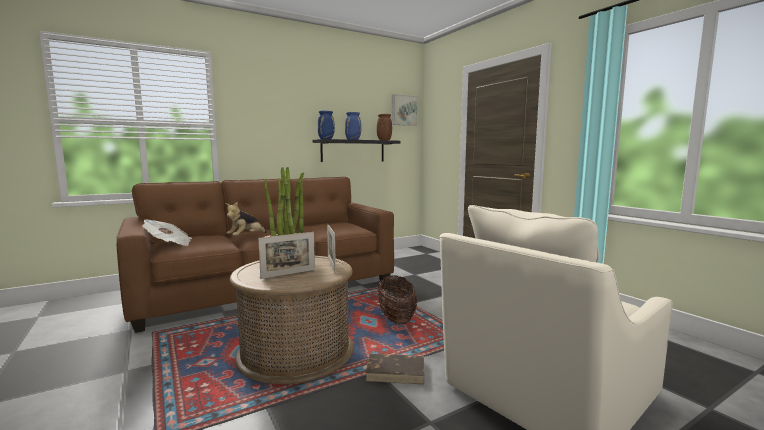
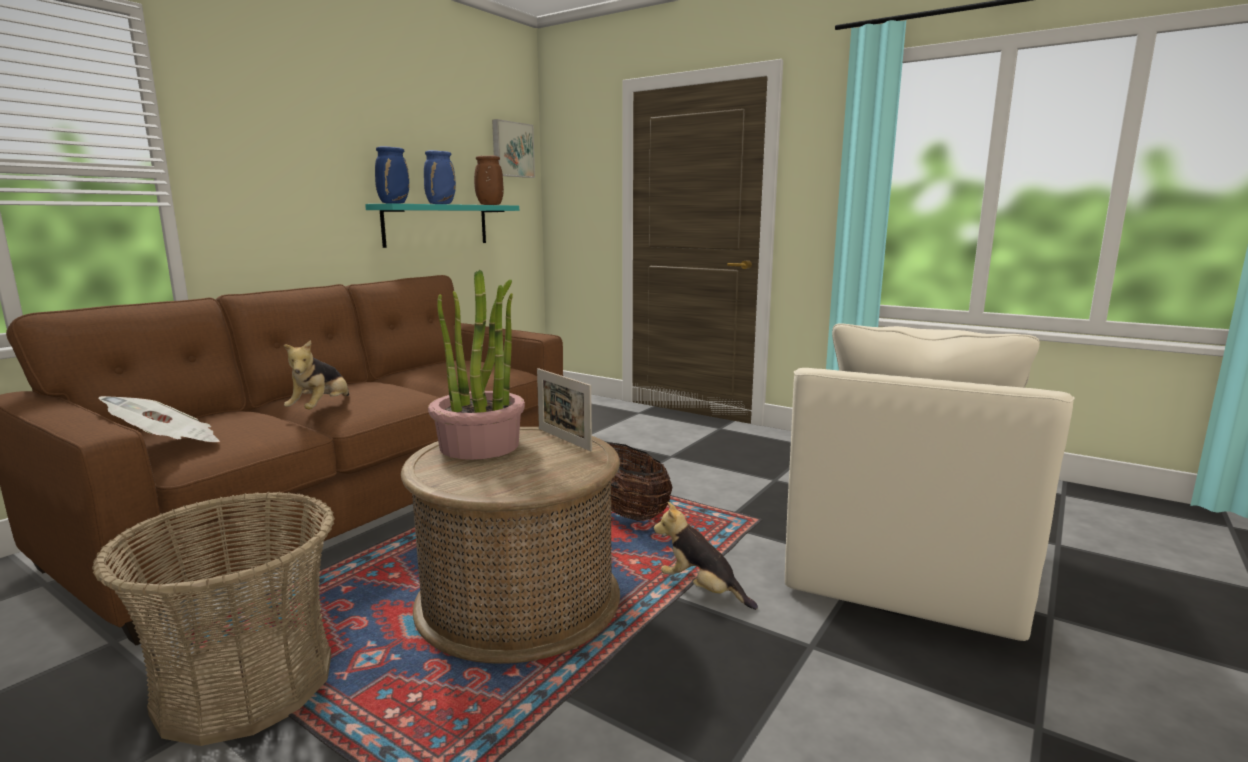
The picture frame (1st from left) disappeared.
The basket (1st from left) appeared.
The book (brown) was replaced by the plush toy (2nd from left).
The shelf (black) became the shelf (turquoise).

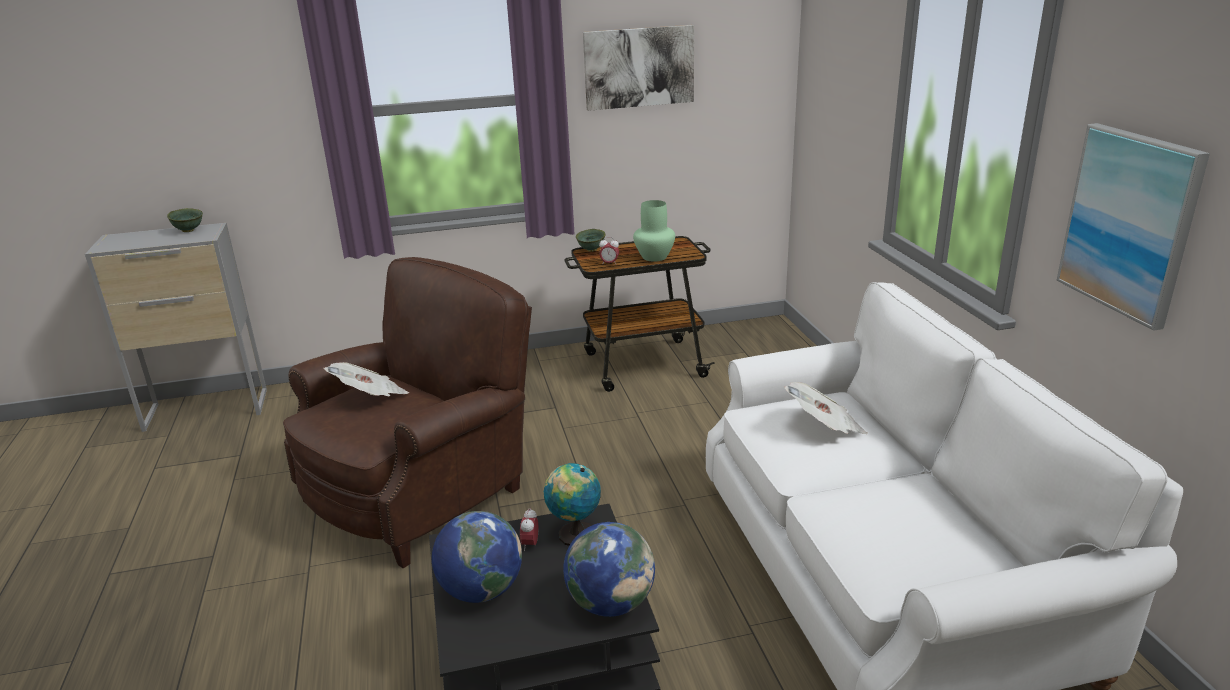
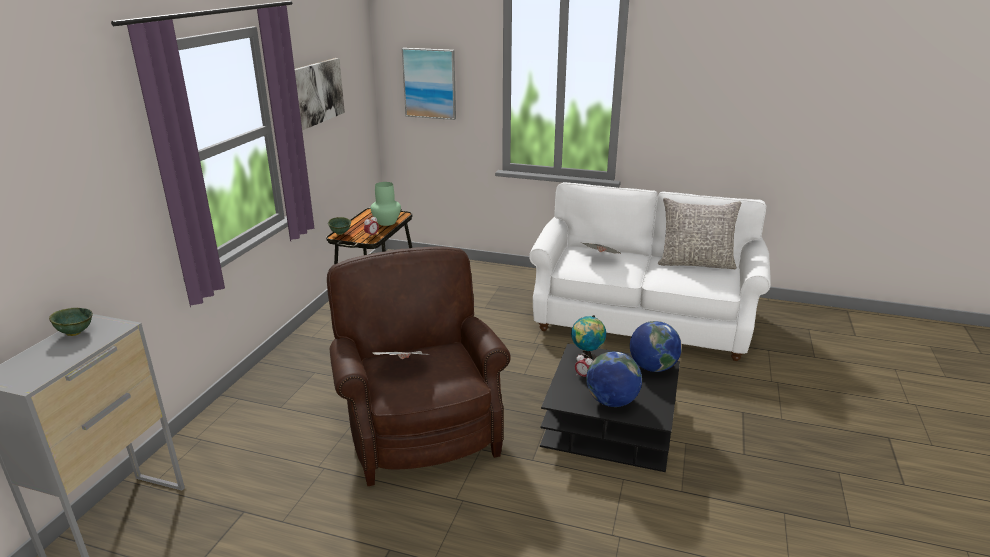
The pillow (grey) appeared.
The picture (2nd from left) moved.

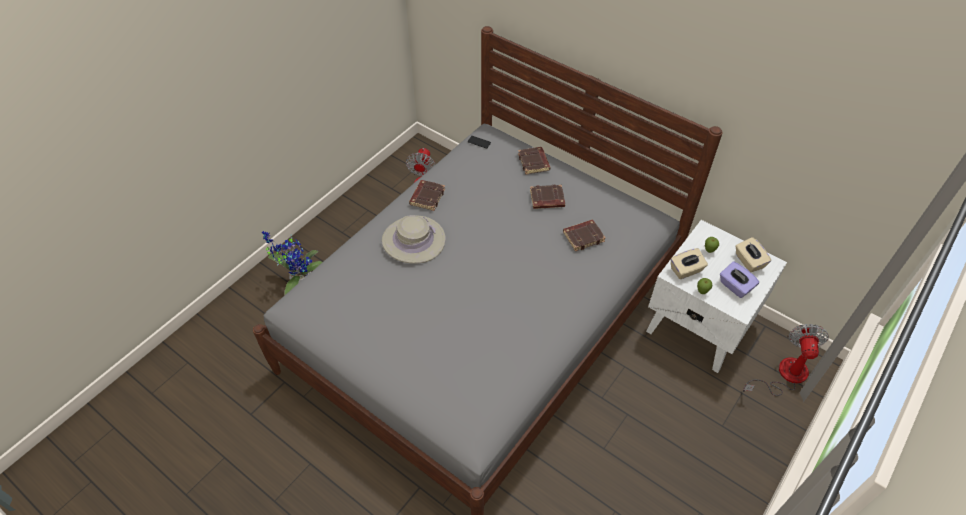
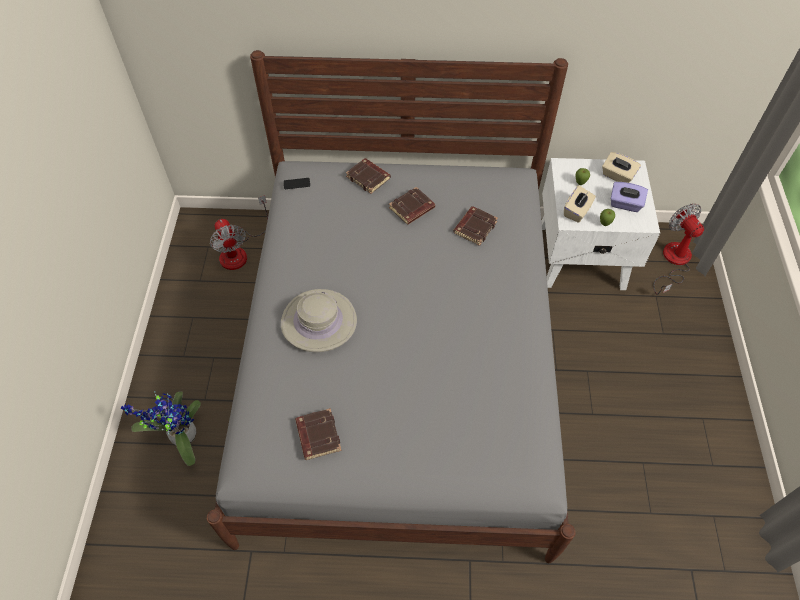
The book (brown) (1st from left) moved.

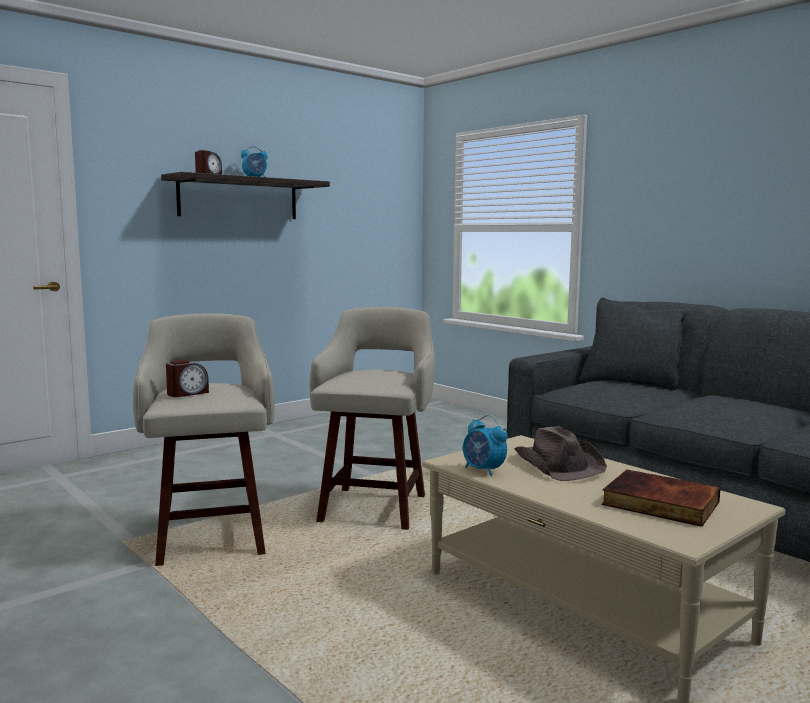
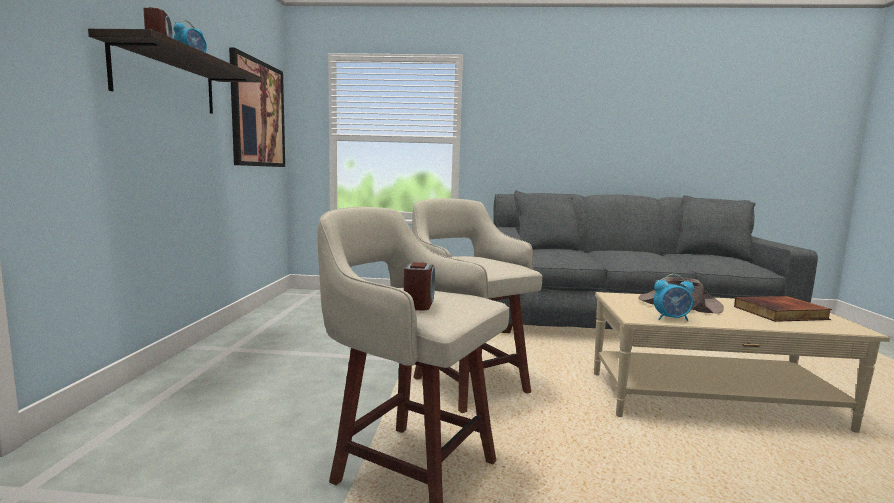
The picture appeared.

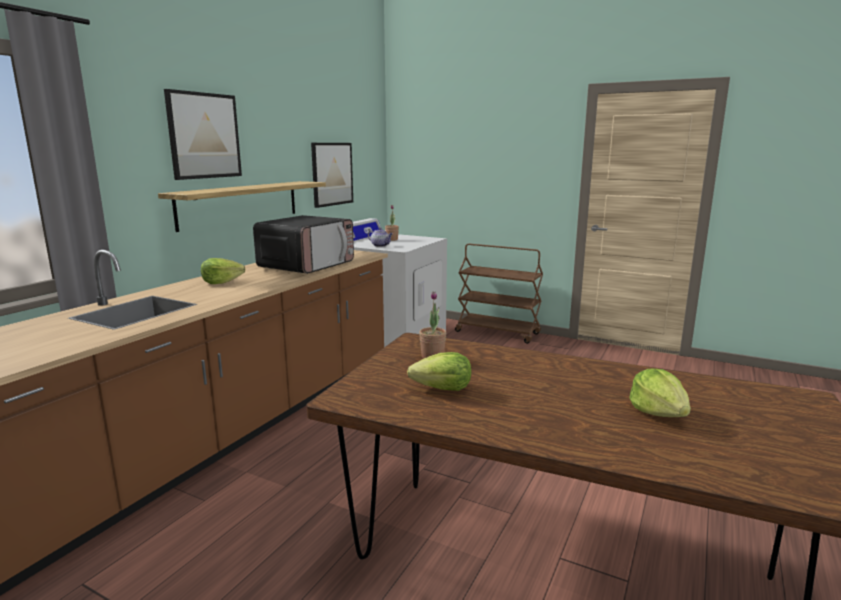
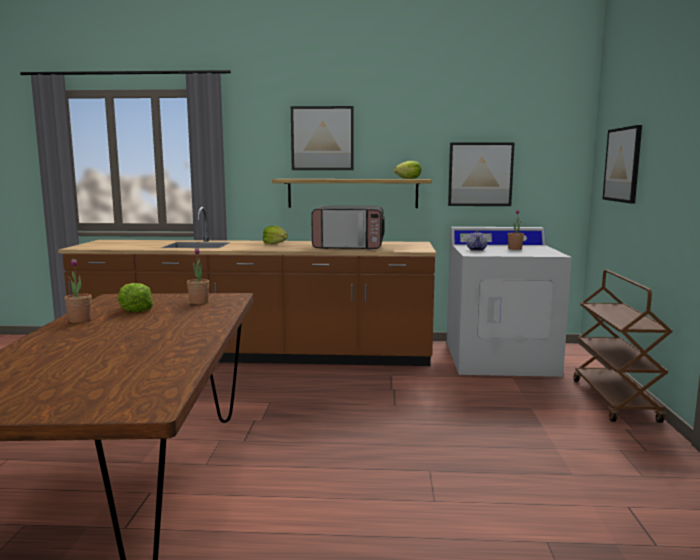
The potted plant (1st from left) appeared.
The picture (3rd from left) appeared.
The lettuce (3rd from left) moved.

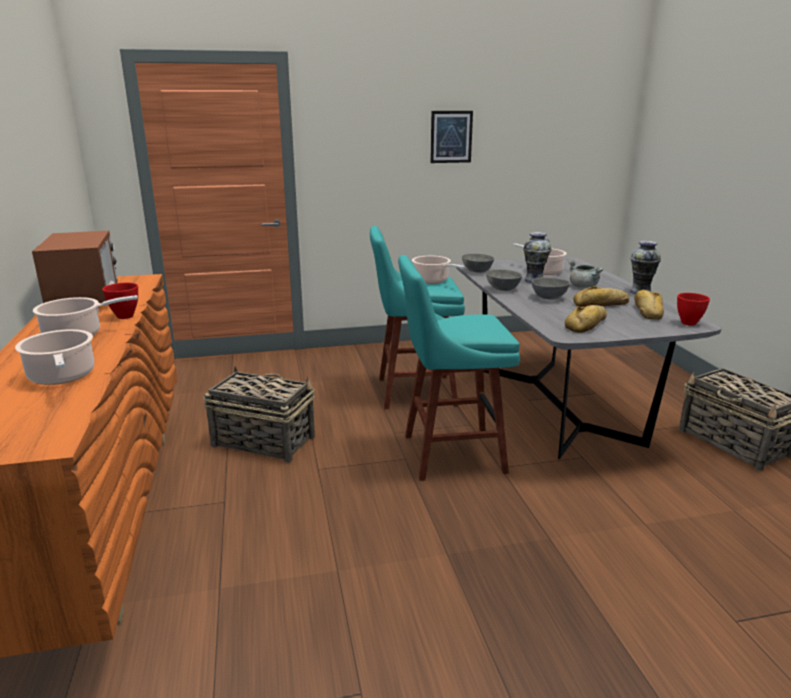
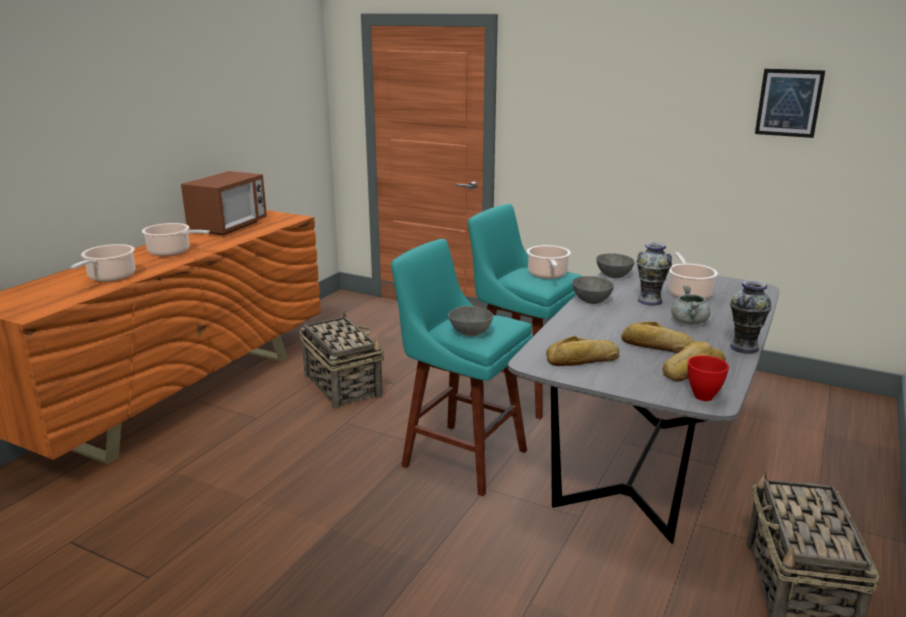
The bowl (red) (1st from left) disappeared.
The picture moved.
The bowl (grey) (3rd from left in the first image) moved.

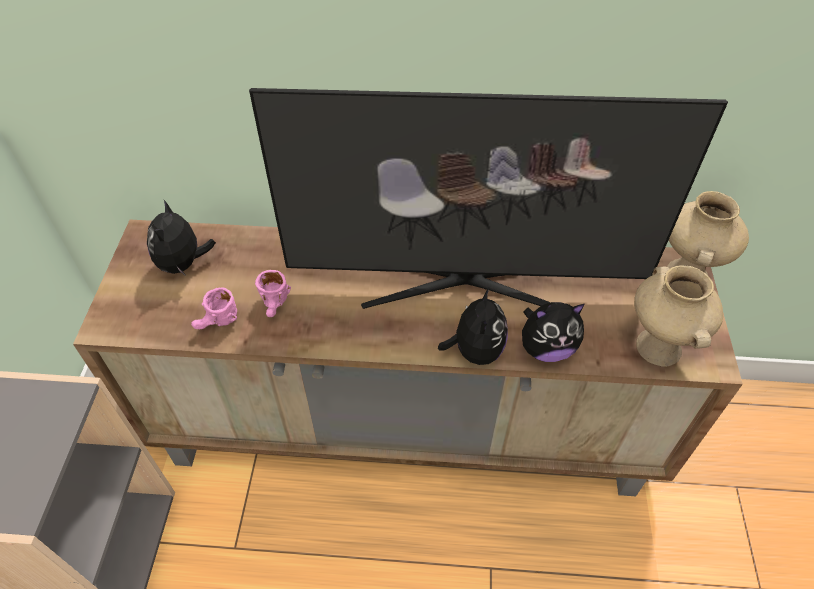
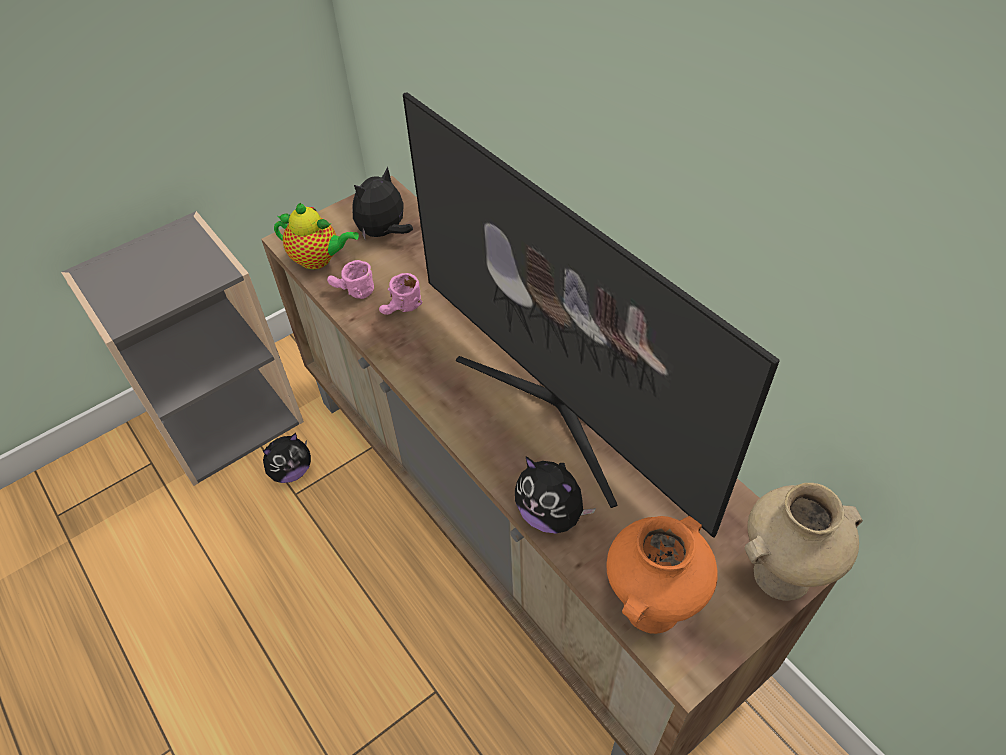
The teapot appeared.
The plush toy (2nd from left in the first image) moved.
The vase (beige) (1st from left) became the vase (orange).

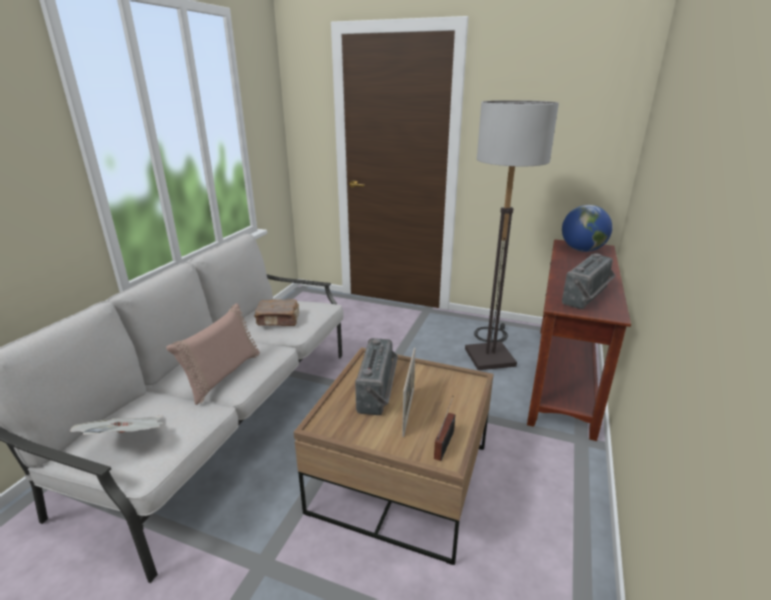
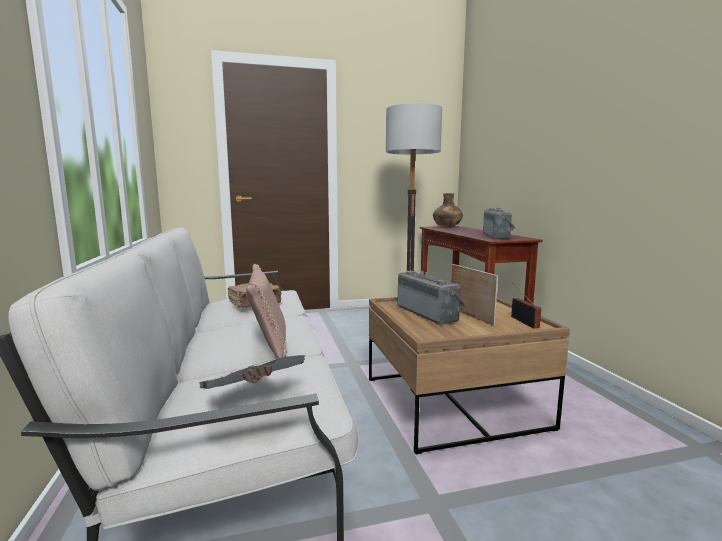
The globe was replaced by the vase (brown).

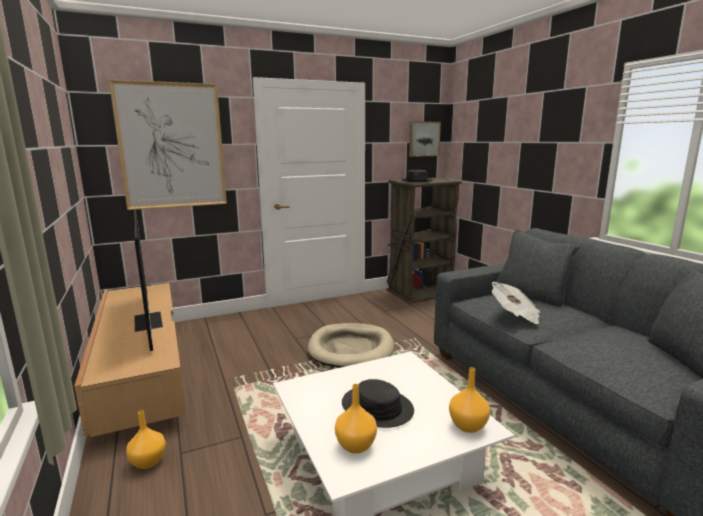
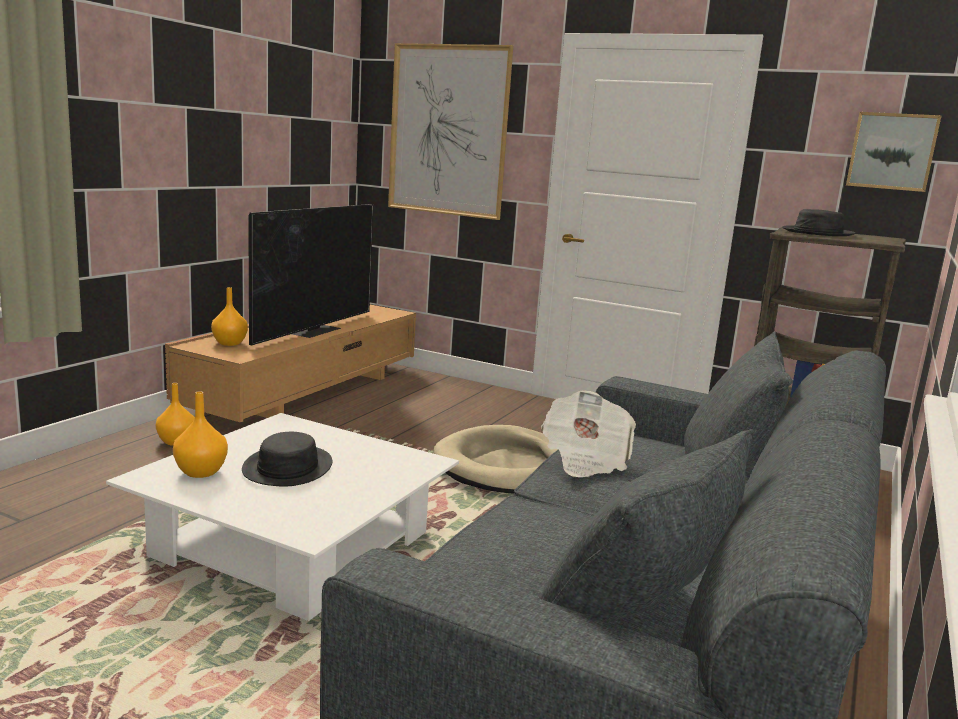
The vase (orange) (3rd from left) moved.

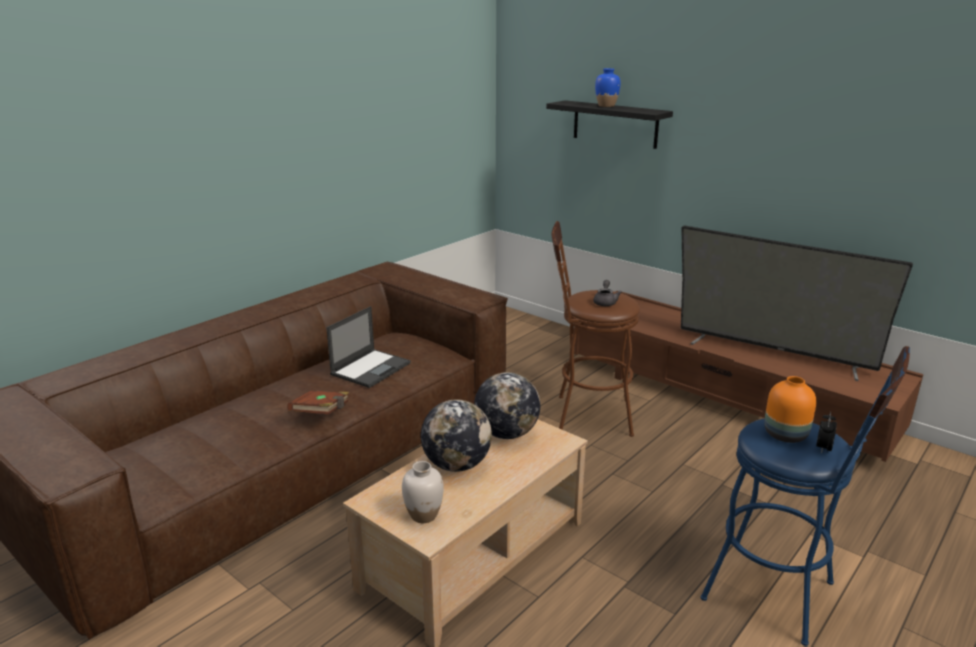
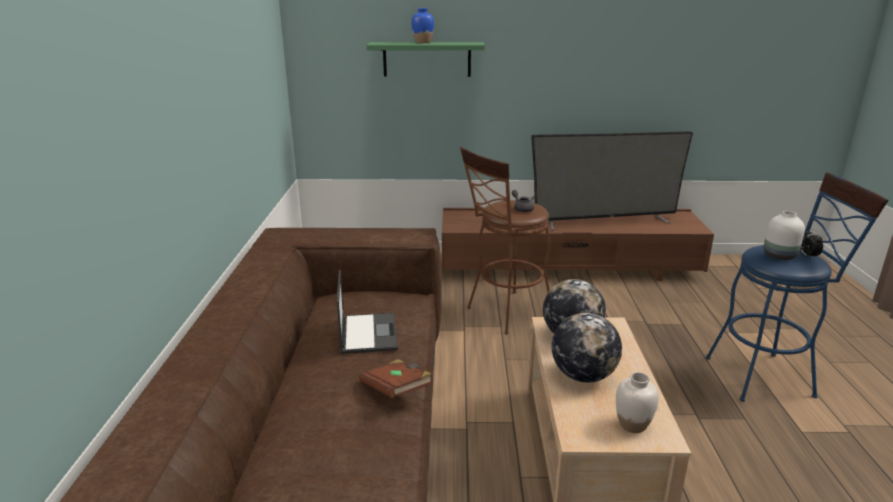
The shelf (black) became the shelf (green).
The vase (orange) became the vase (white) (2nd from left).

